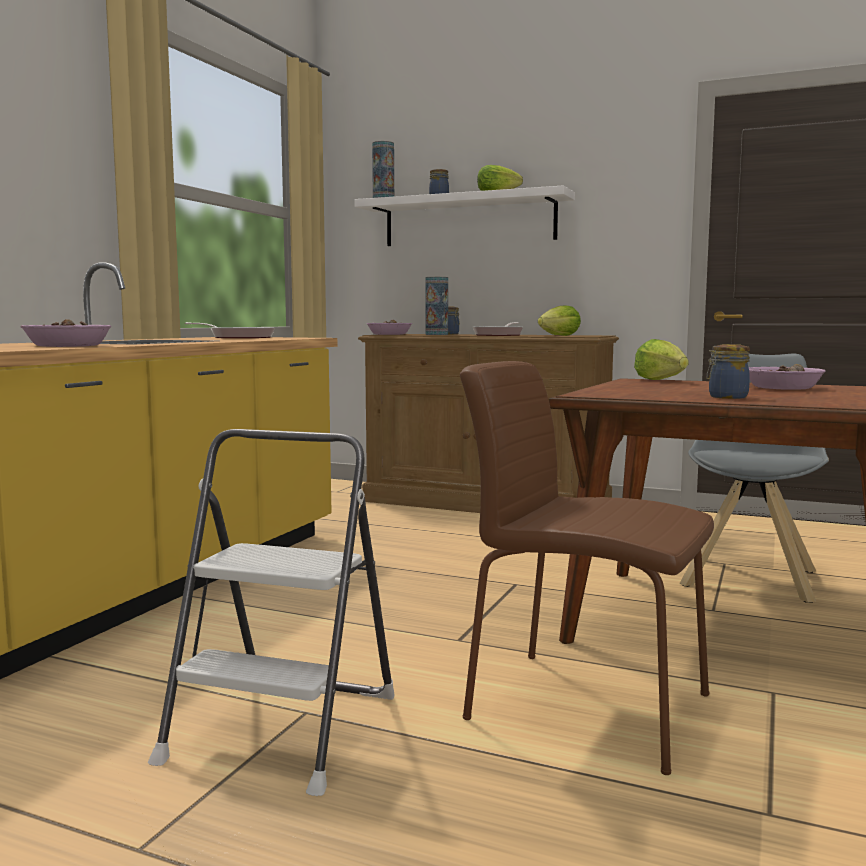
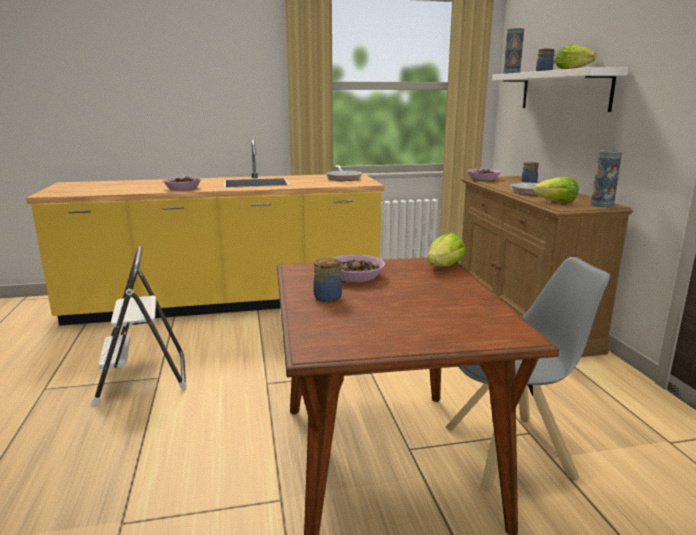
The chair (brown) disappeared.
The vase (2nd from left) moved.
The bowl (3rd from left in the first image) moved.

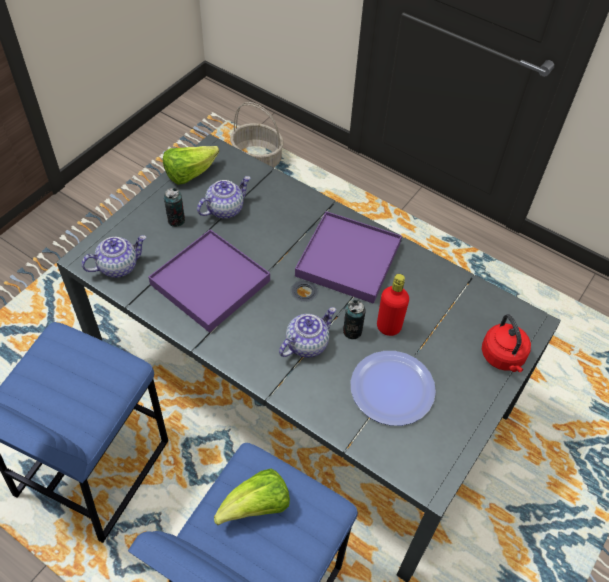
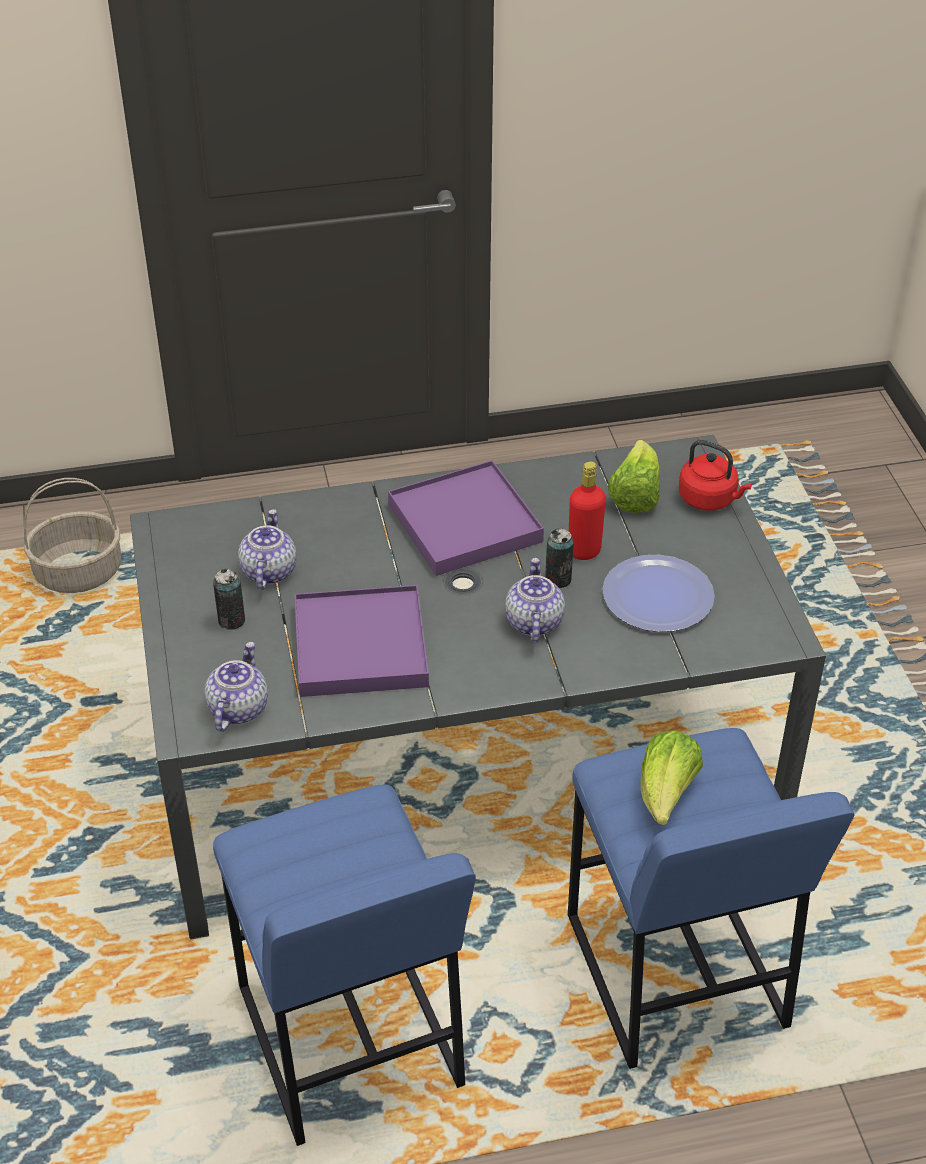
The lettuce (1st from left) moved.

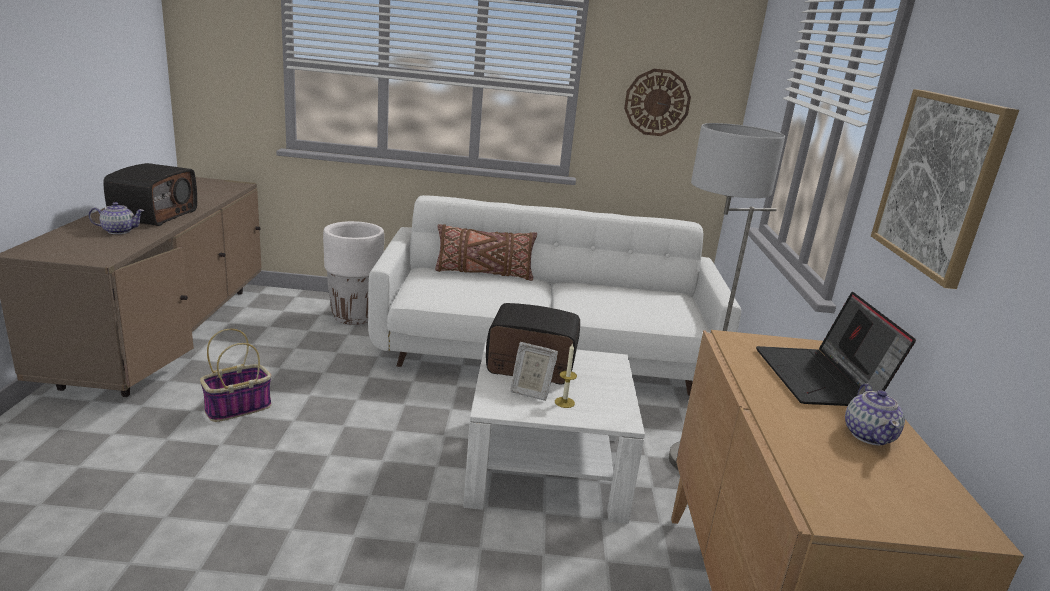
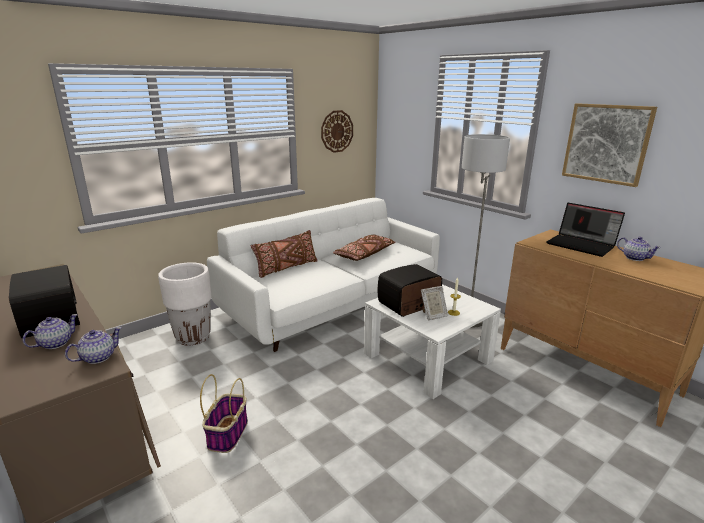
The teapot (2nd from left) appeared.
The pillow (brown) (2nd from left) appeared.

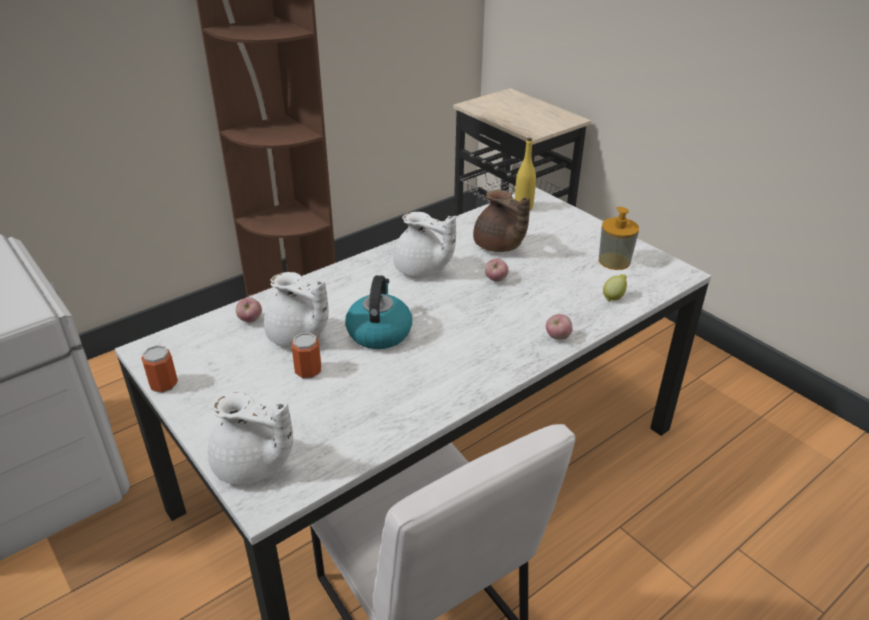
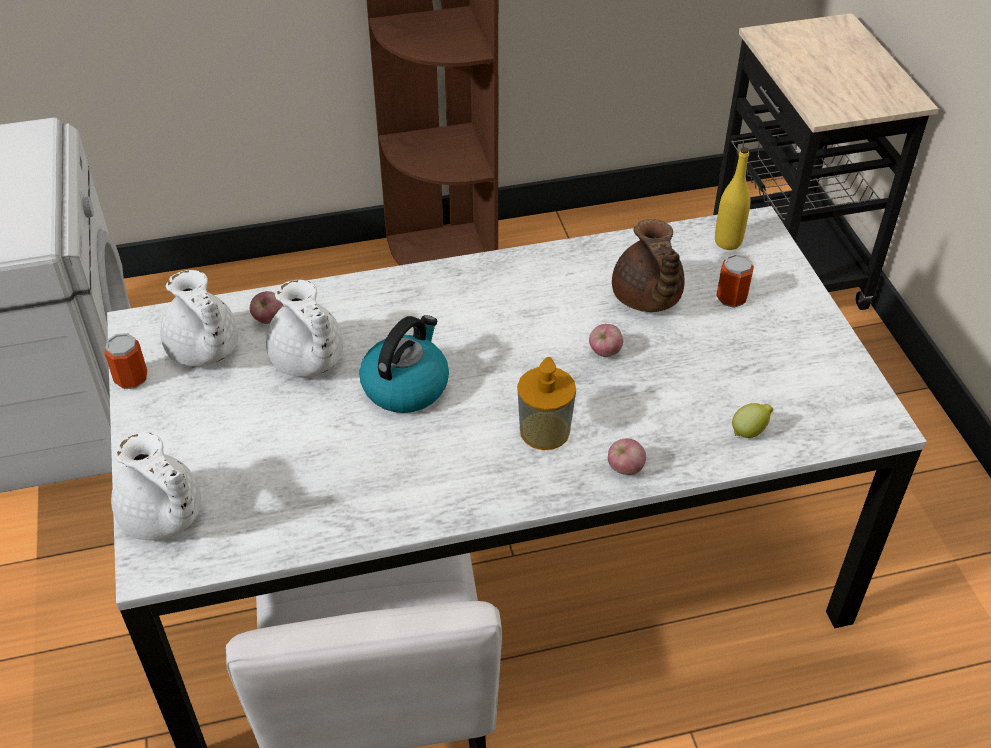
The can (2nd from left) moved.
The teapot (white) (3rd from left in the first image) moved.
The soap dispenser moved.

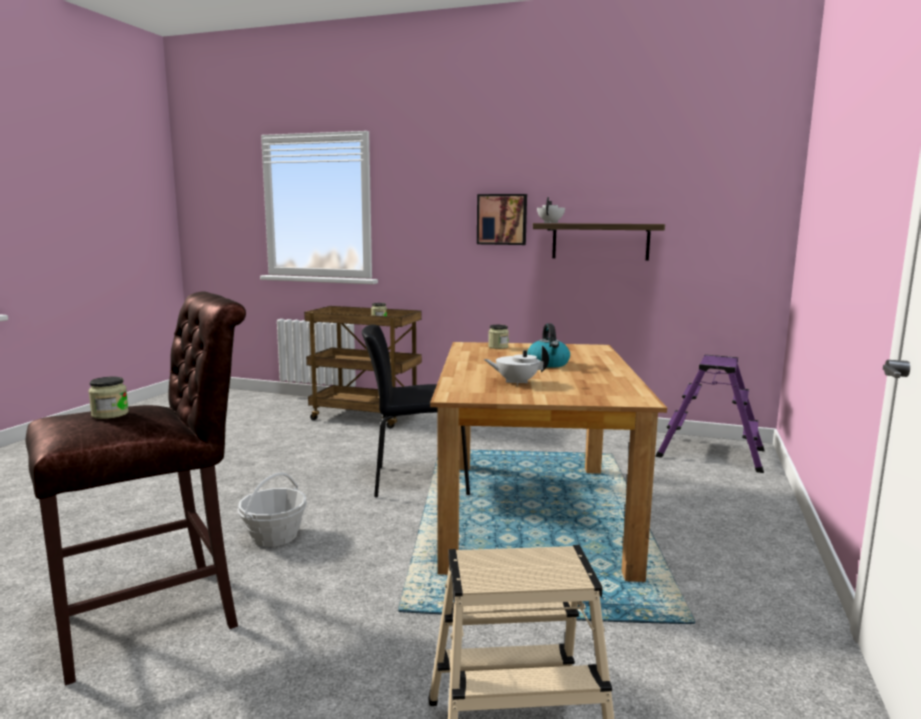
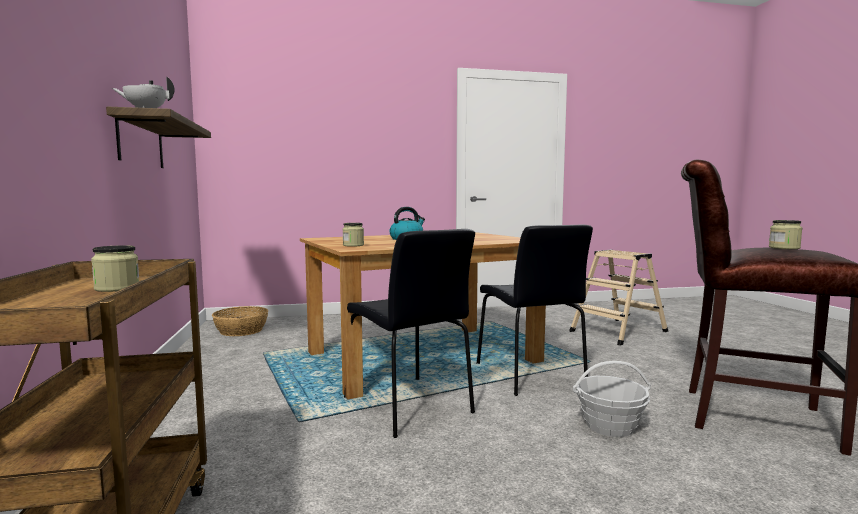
The picture disappeared.
The teapot (white) (1st from left) disappeared.
The chair (black) (2nd from left) appeared.
The step ladder (purple) was replaced by the basket (1st from left).

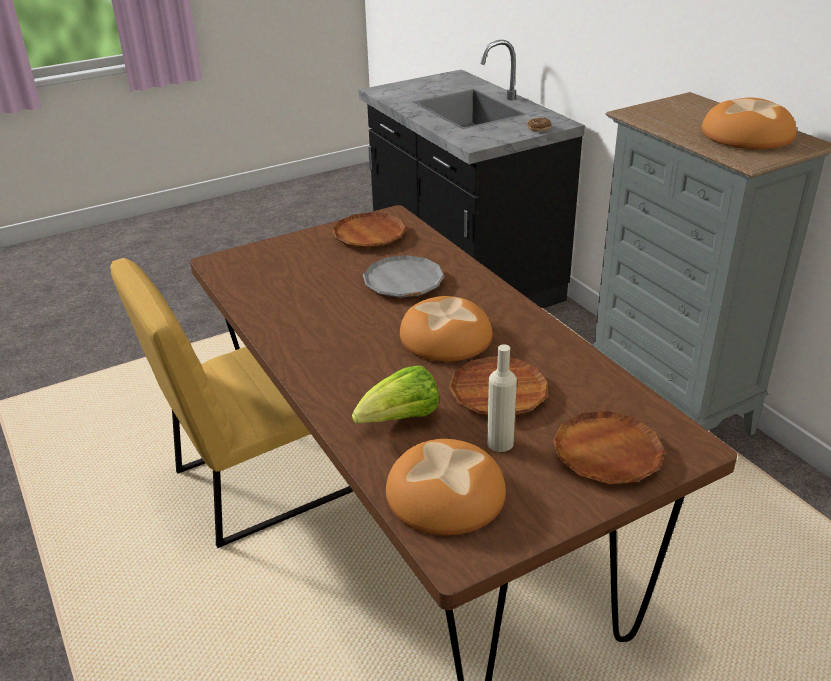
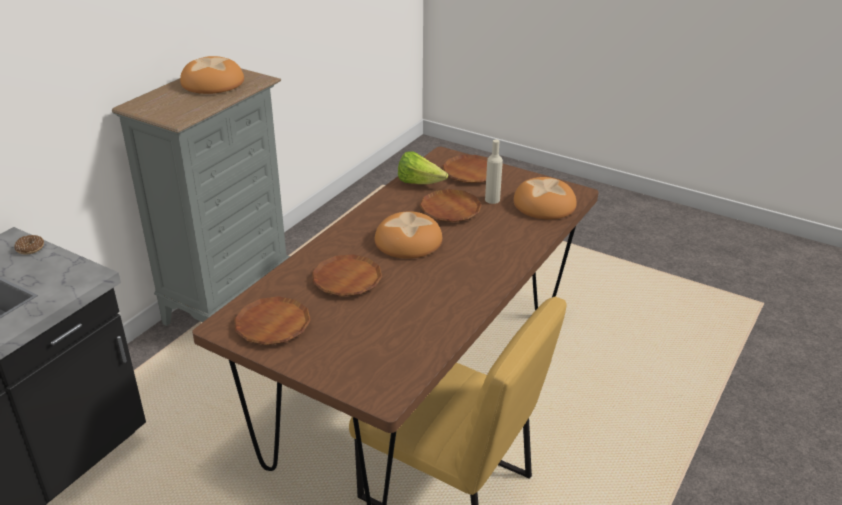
The lettuce moved.
The plate (grey) became the plate (brown) (2nd from left).

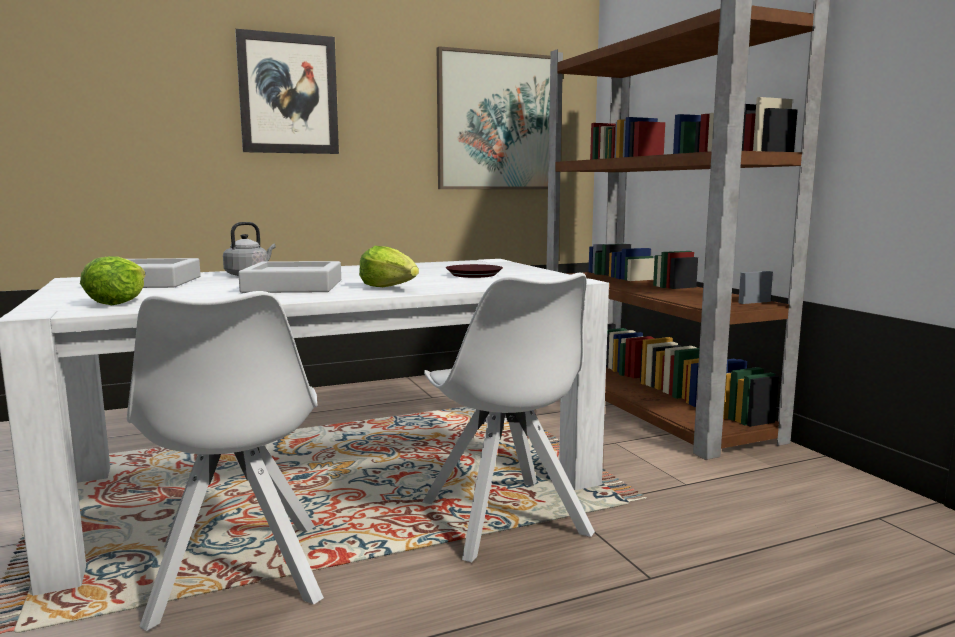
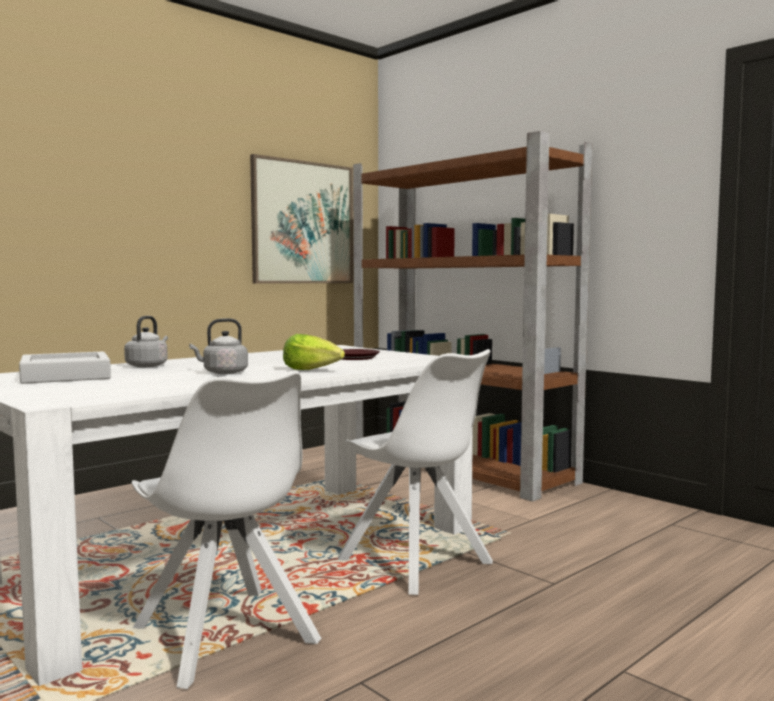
The lettuce (1st from left) disappeared.
The picture (1st from left) disappeared.
The tray (grey) (2nd from left) was replaced by the kettle (grey) (2nd from left).

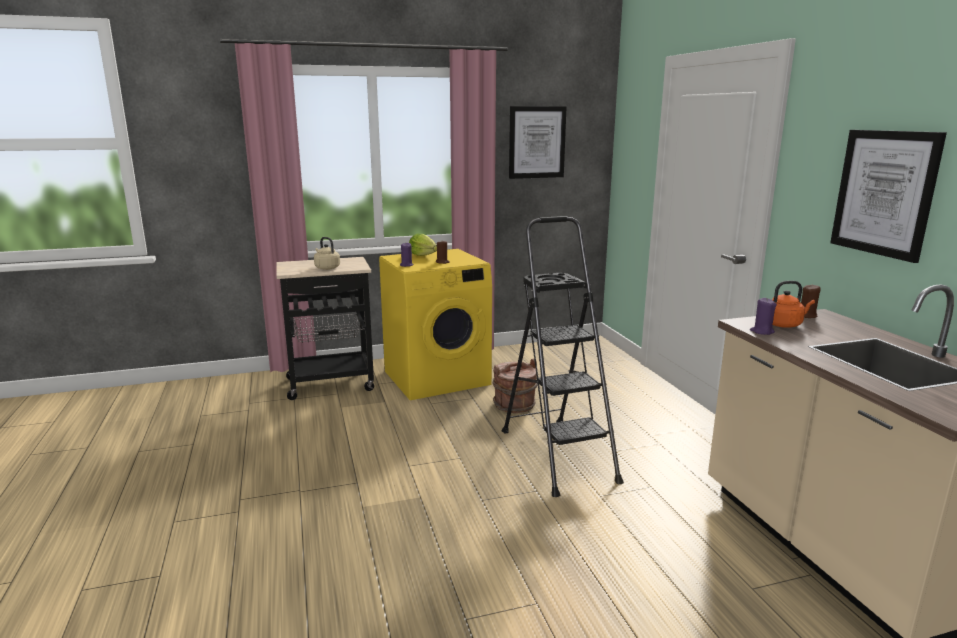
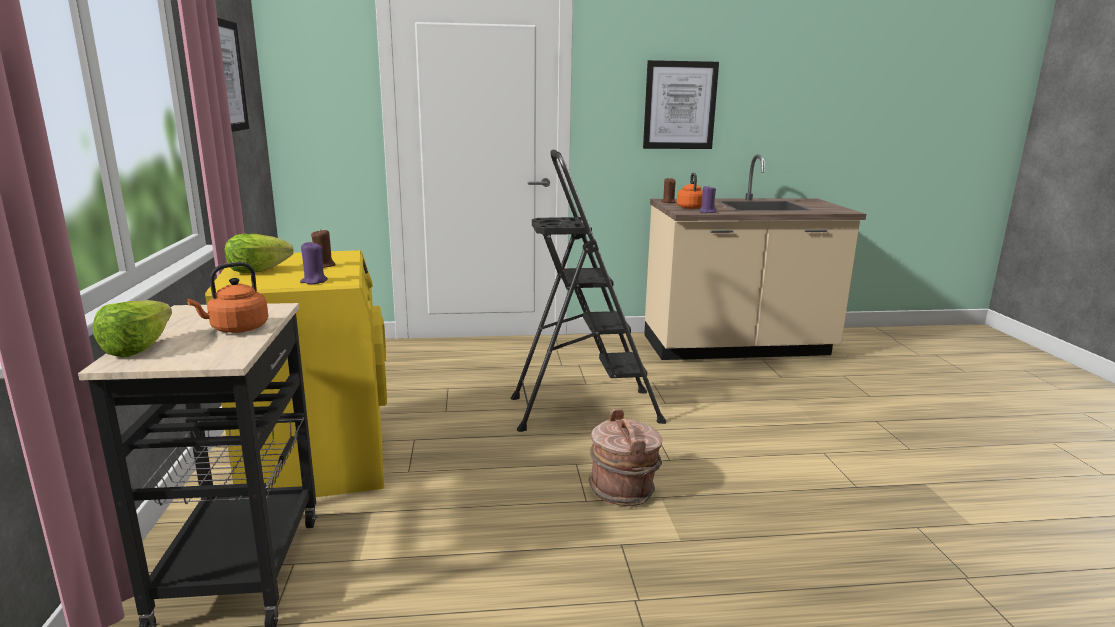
The lettuce (1st from left) appeared.
The bucket (brown) moved.
The kettle (beige) became the kettle (orange) (1st from left).

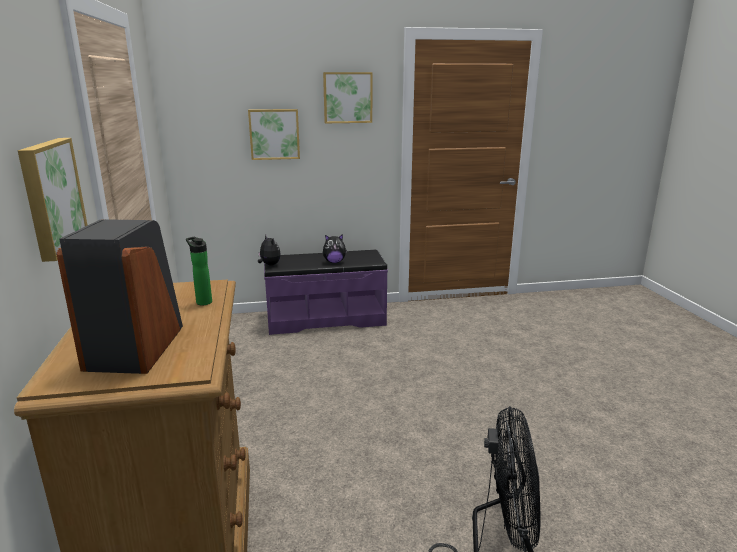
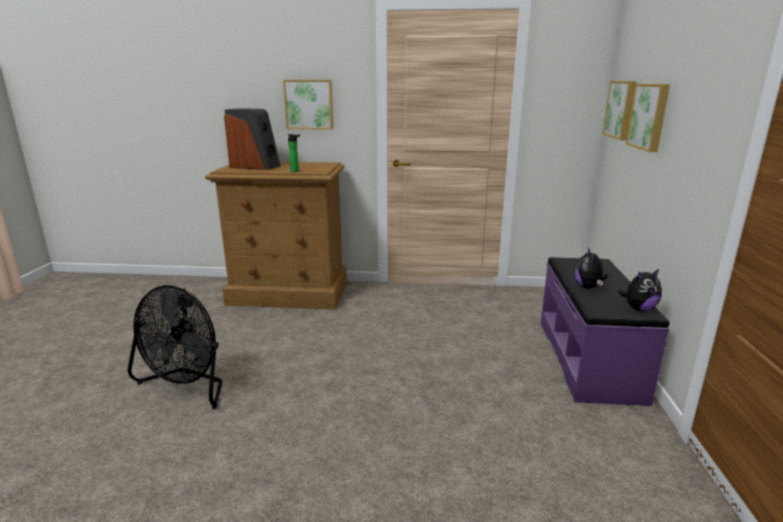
The plush toy (1st from left in the first image) moved.
The picture (3rd from left in the first image) moved.

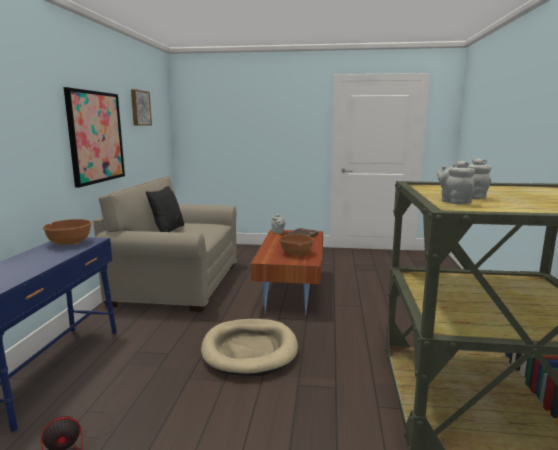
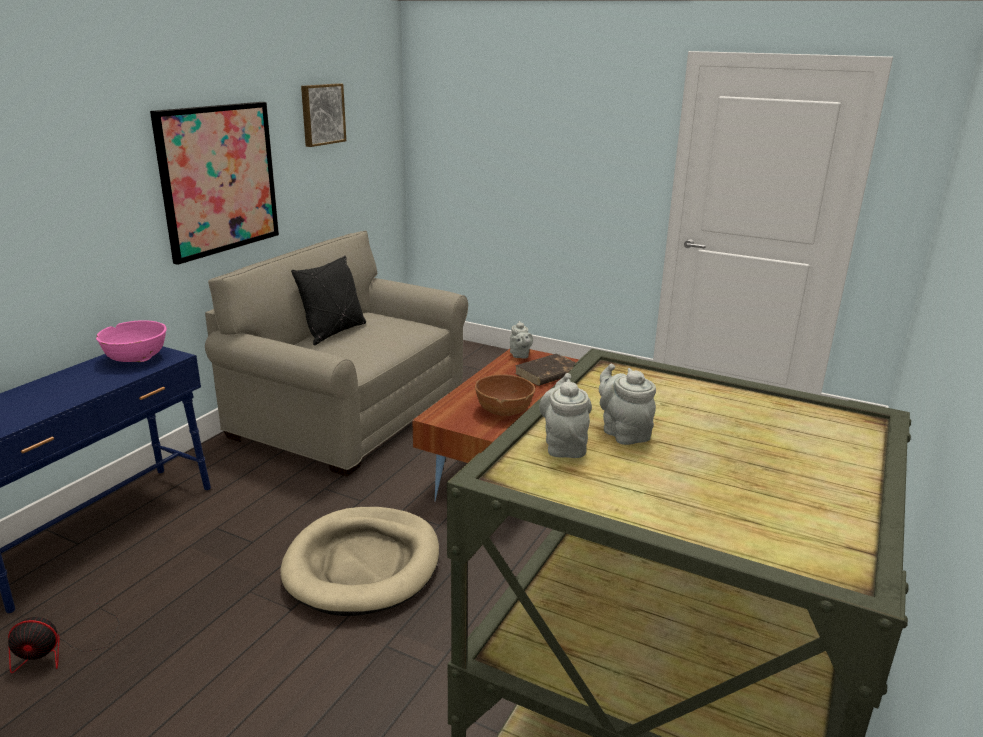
The bowl (brown) (1st from left) became the bowl (pink).

